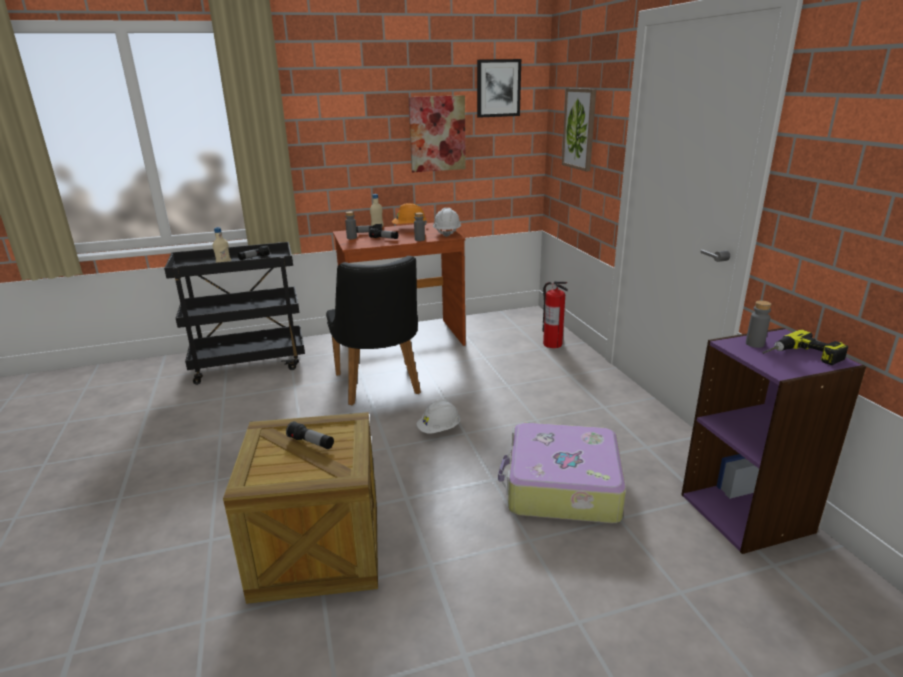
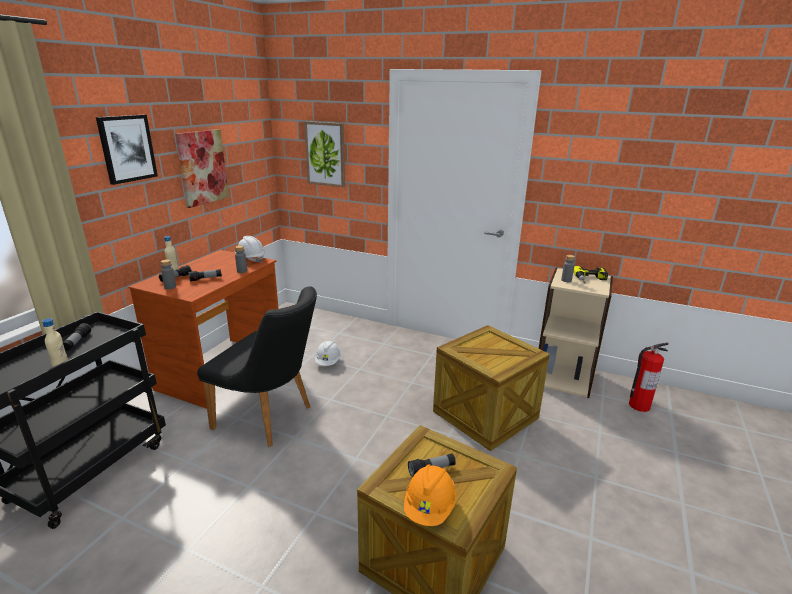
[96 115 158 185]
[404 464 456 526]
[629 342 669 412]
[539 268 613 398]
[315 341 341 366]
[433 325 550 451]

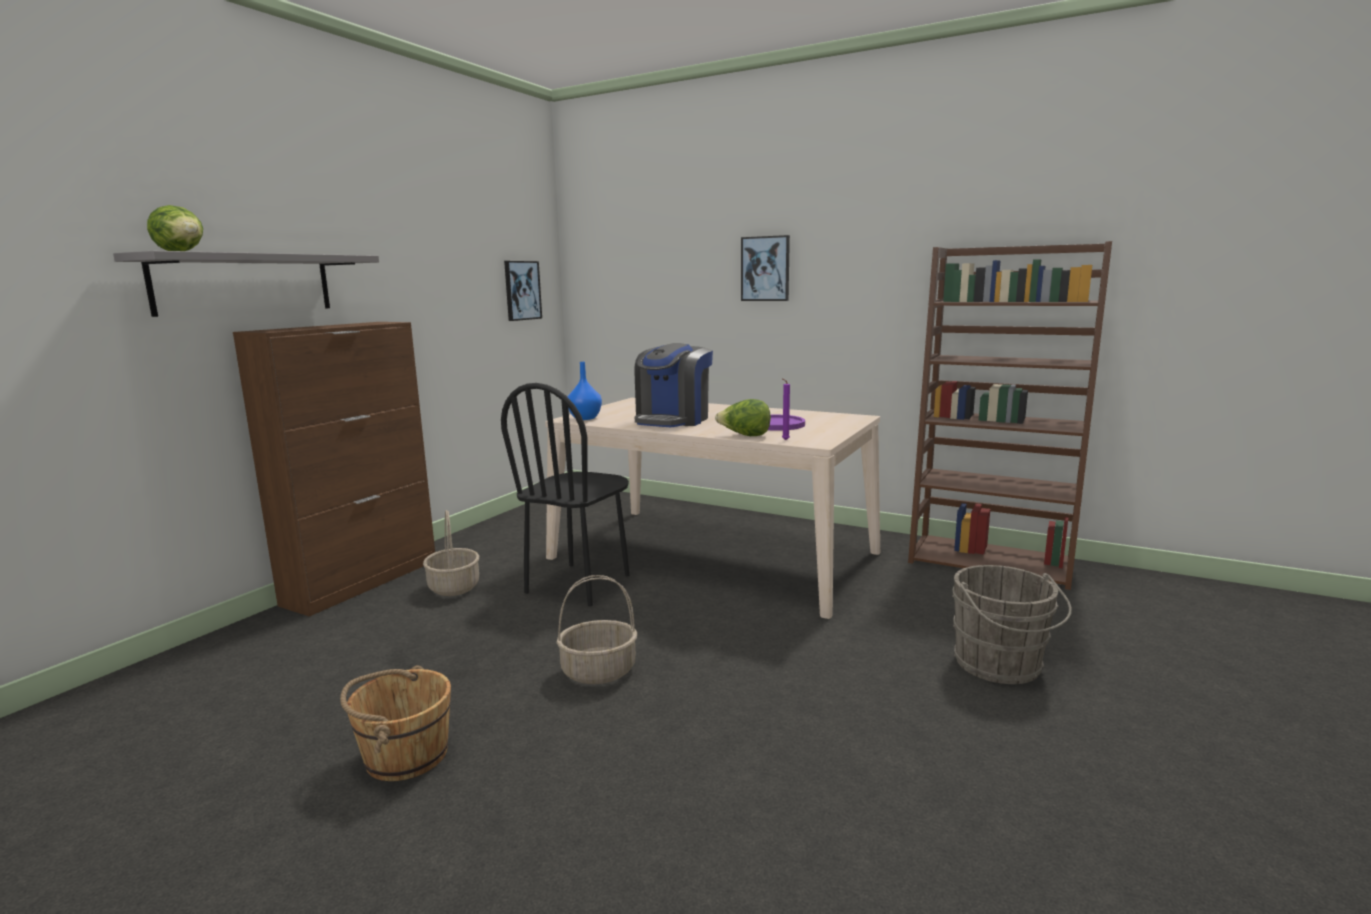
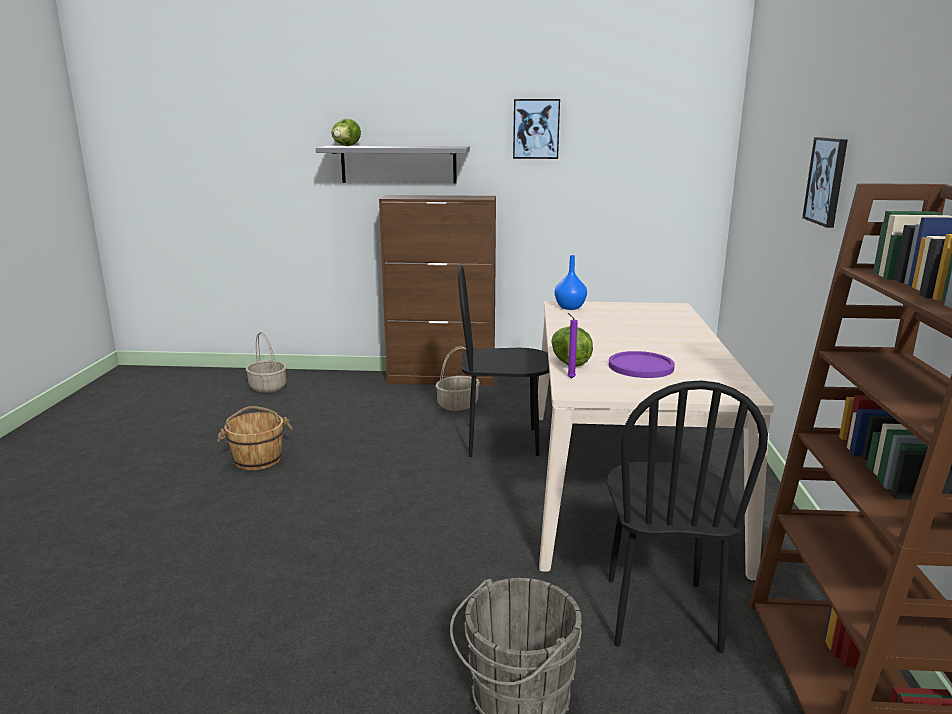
[513 99 560 159]
[634 343 713 427] (first image)
[246 332 286 393]
[607 380 768 653]

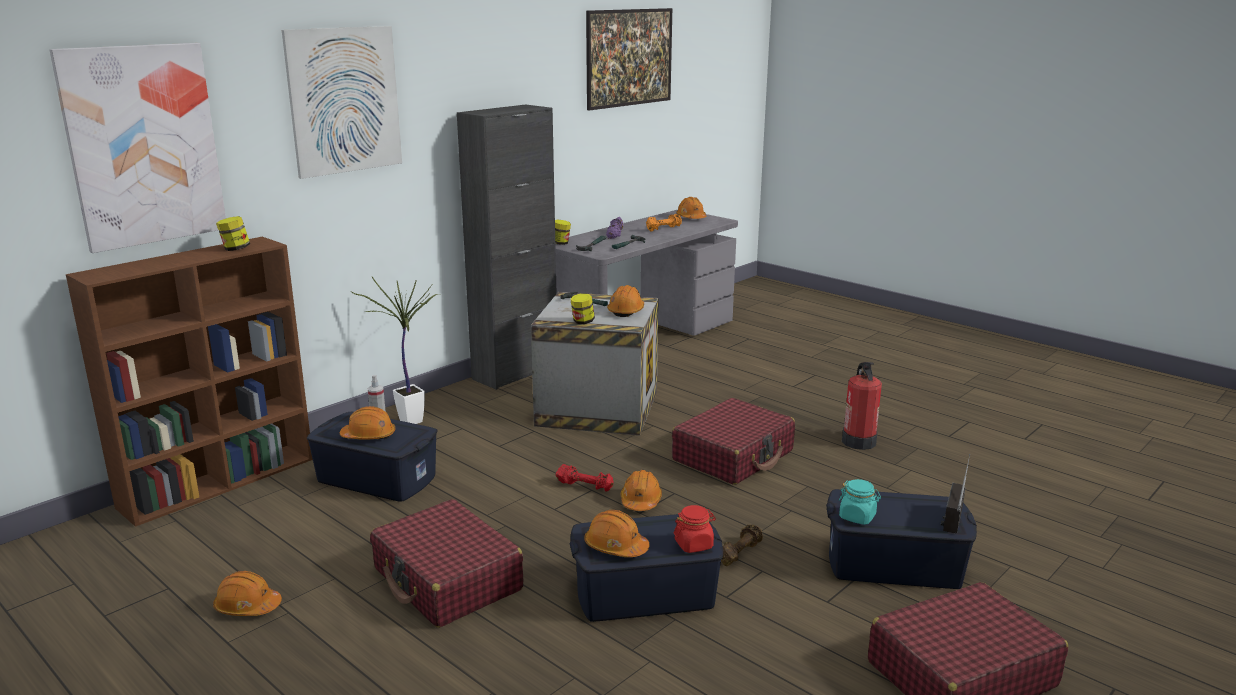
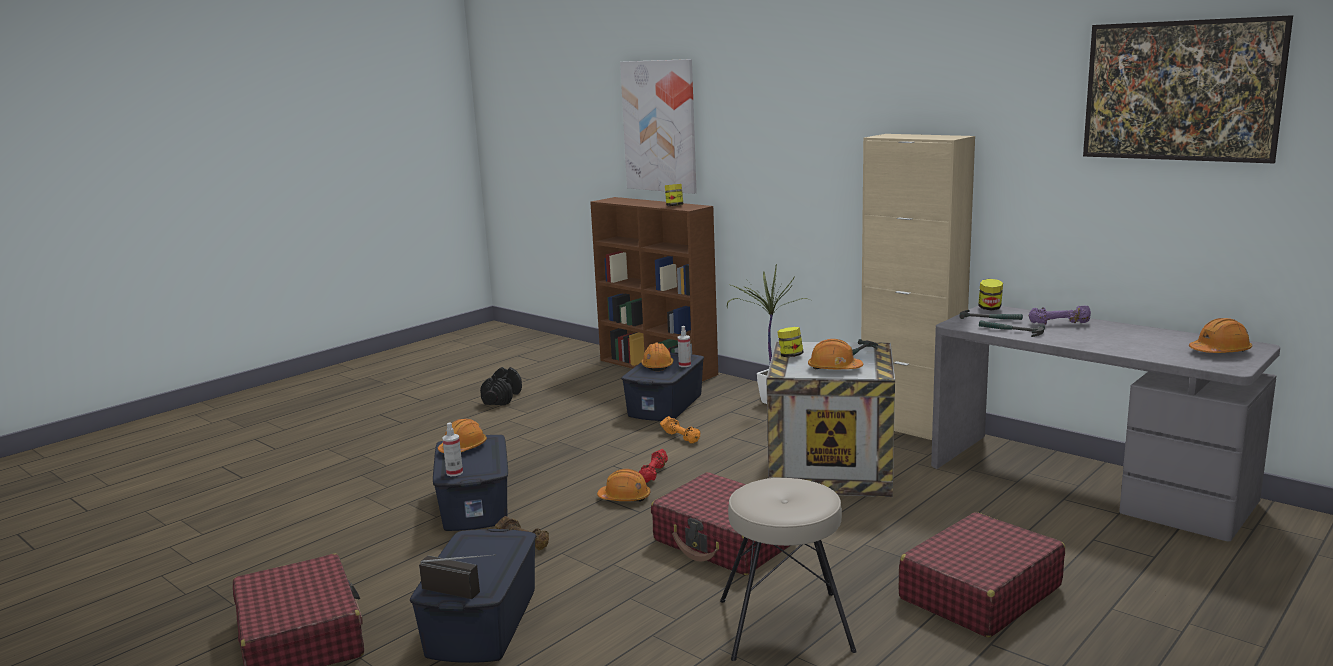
[282 26 402 179] (first image)
[861 134 975 440]
[660 416 701 444]
[720 478 857 661]
[838 479 881 525] (first image)
[899 512 1065 638]
[442 422 463 476]
[480 367 522 405]

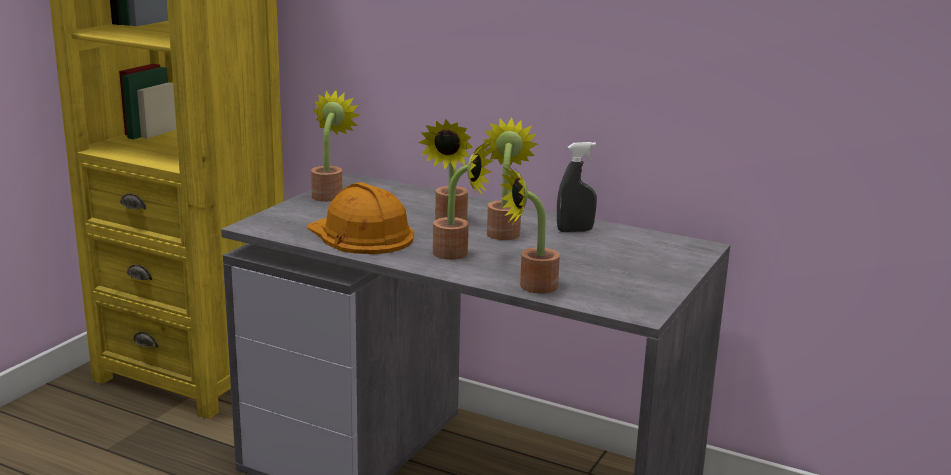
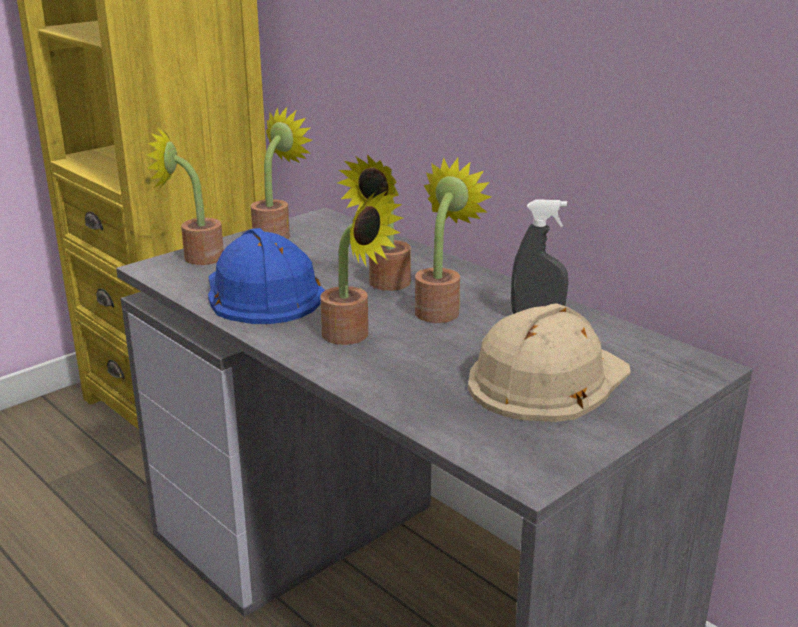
[147 127 224 265]
[208 228 325 324]
[468 303 631 422]

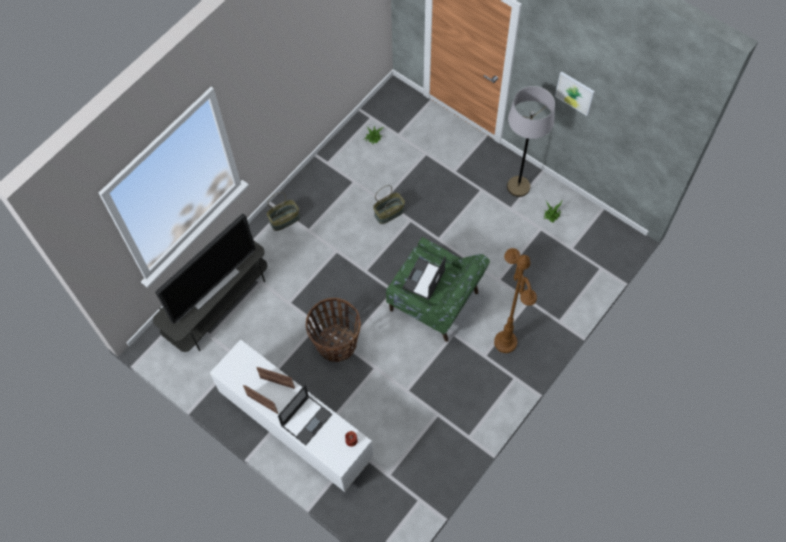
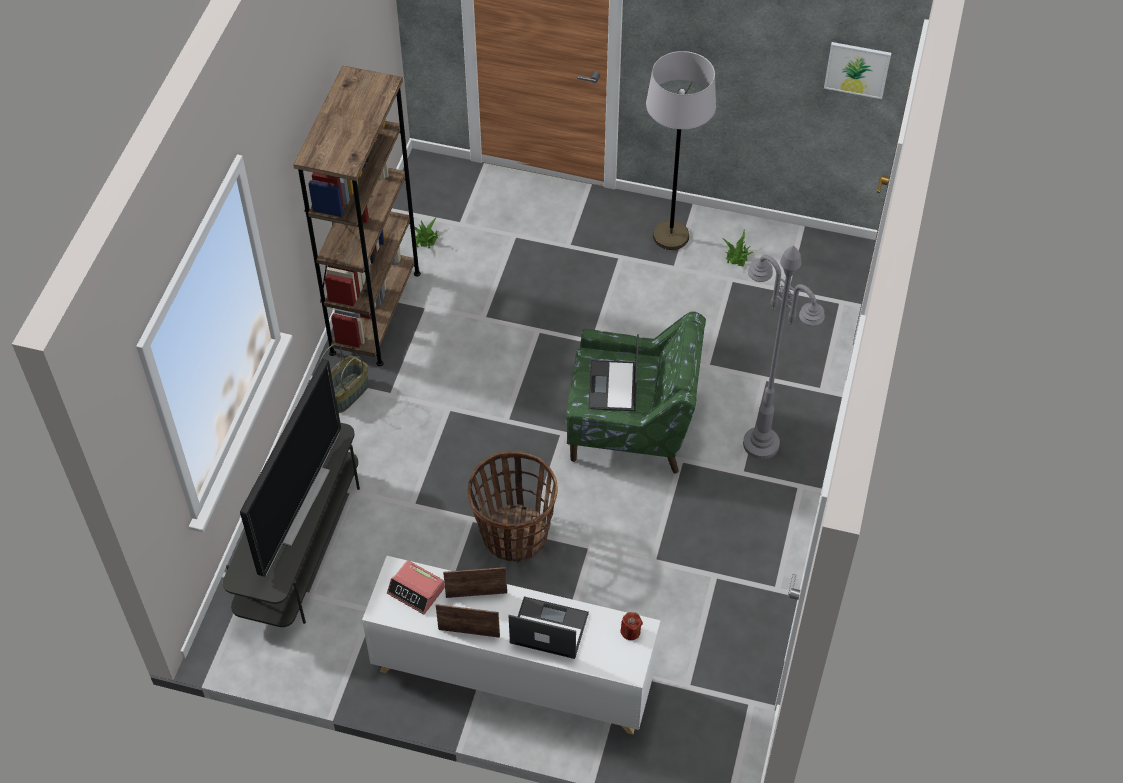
[824 42 891 99]
[373 185 405 224] (first image)
[743 246 825 459]
[509 596 589 659]
[293 66 421 366]
[387 560 445 615]

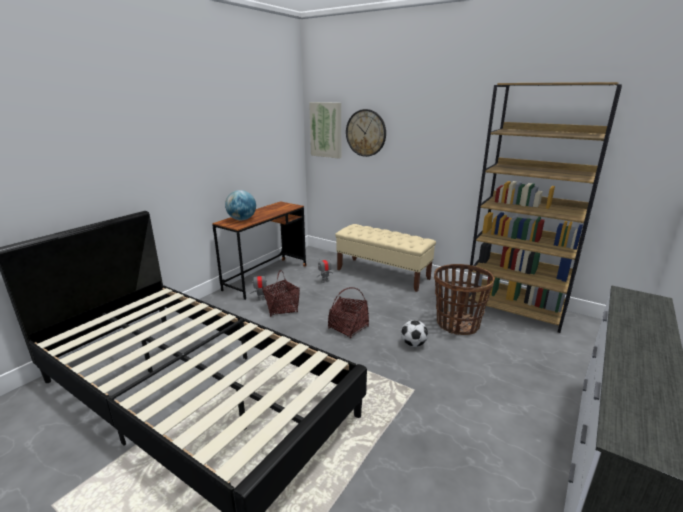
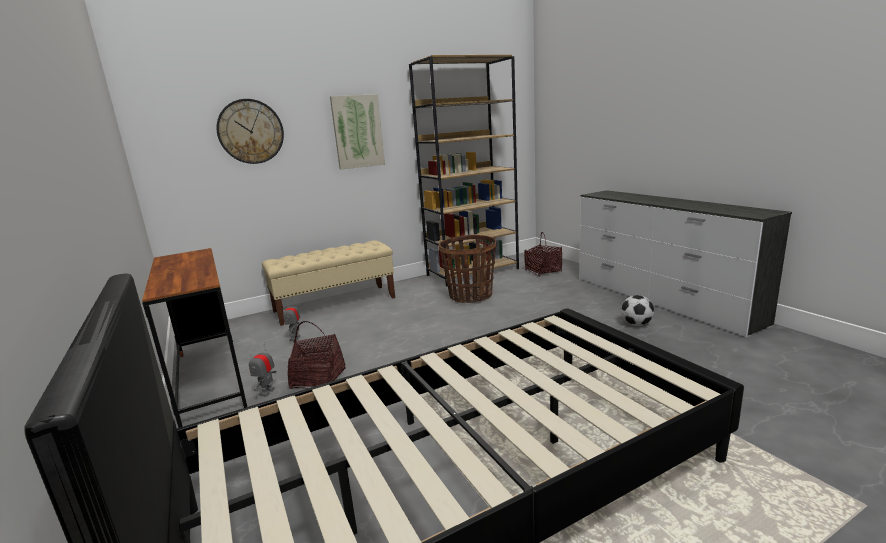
[330 94 385 169]
[225 190 256 220] (first image)
[524 232 562 276]
[621 295 654 326]

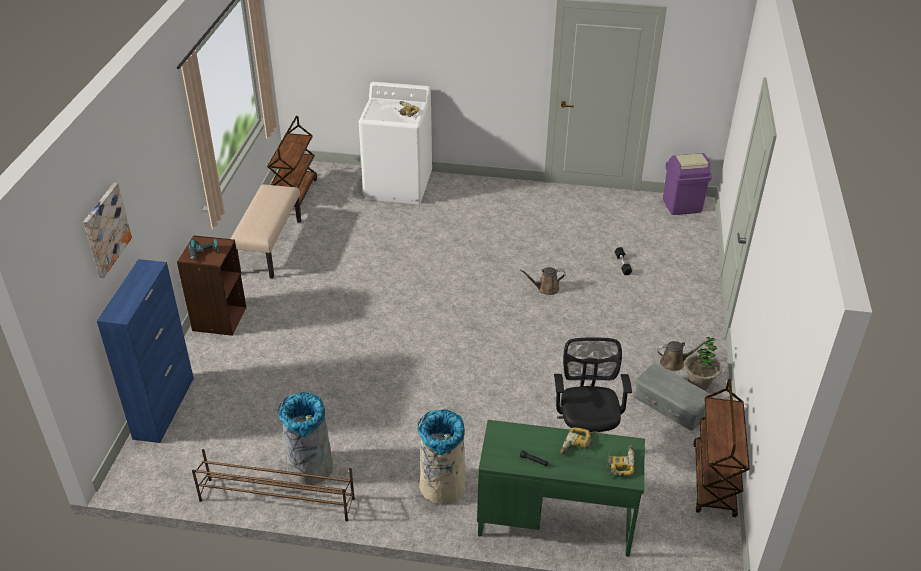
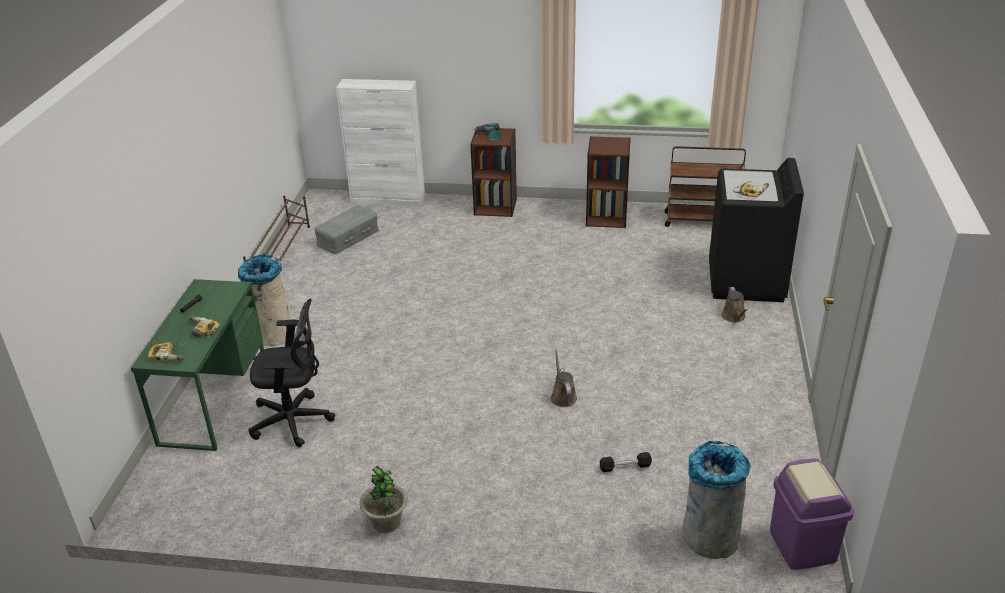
[709 158 804 302]
[83 183 132 278] (first image)
[586 136 631 228]
[336 79 425 206]
[721 287 748 322]
[314 205 379 254]
[693 378 750 517] (first image)
[682 441 751 559]

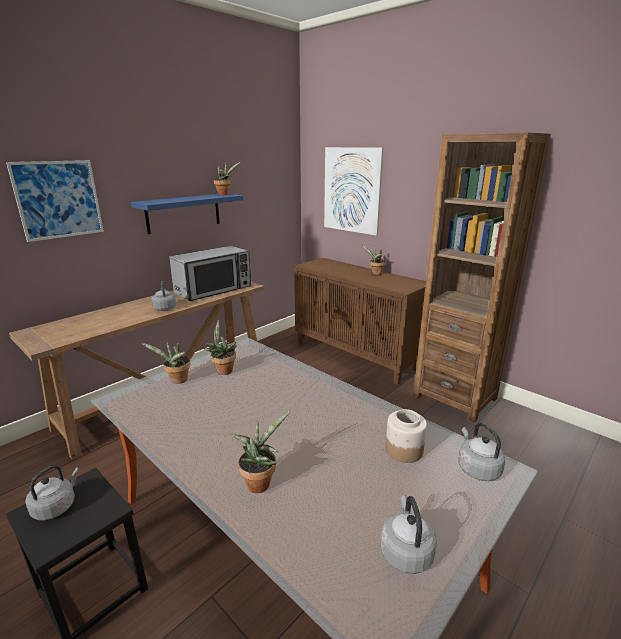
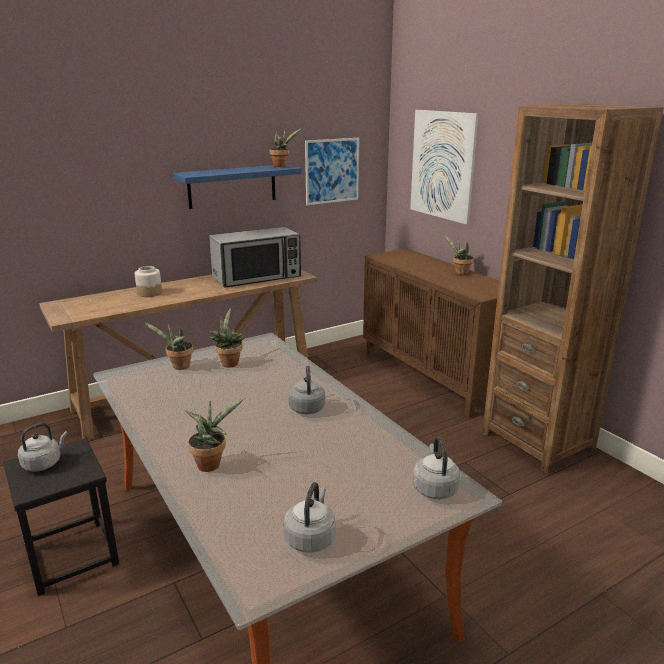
[305 138 359 205]
[288 365 325 414]
[135 266 162 297]

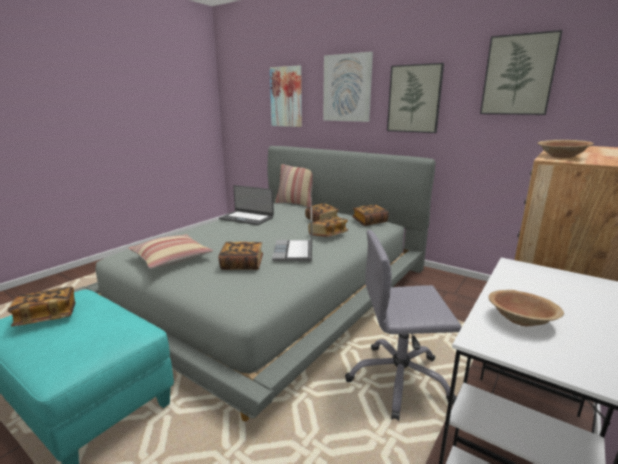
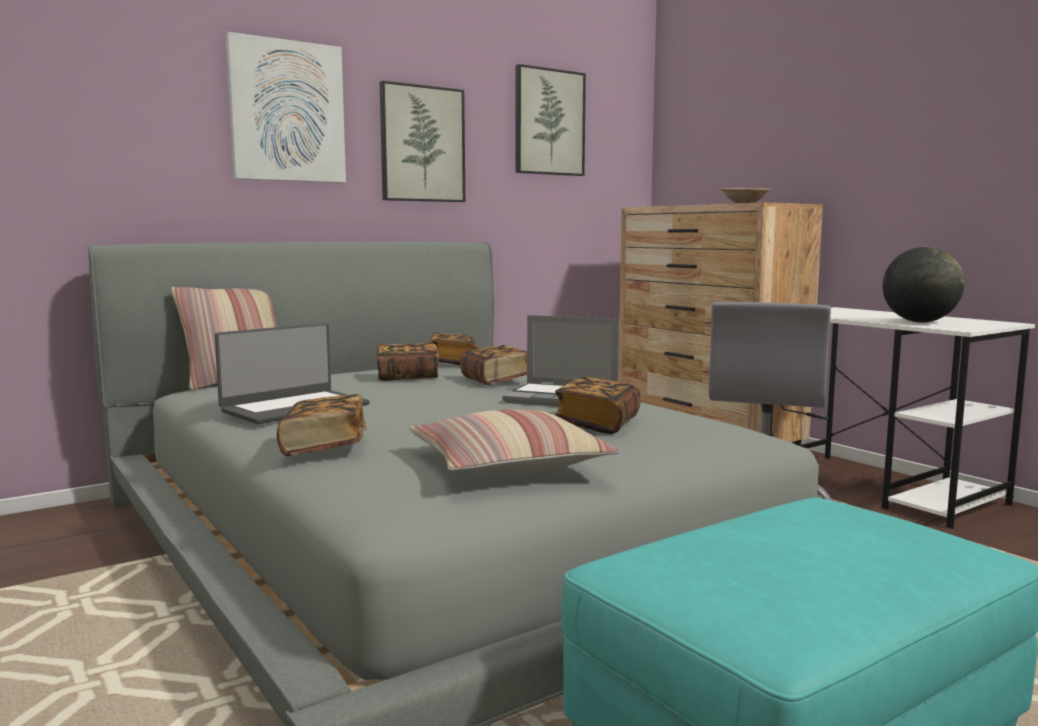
[270 65 302 127] (first image)
[277 394 367 456]
[883 247 964 323]

